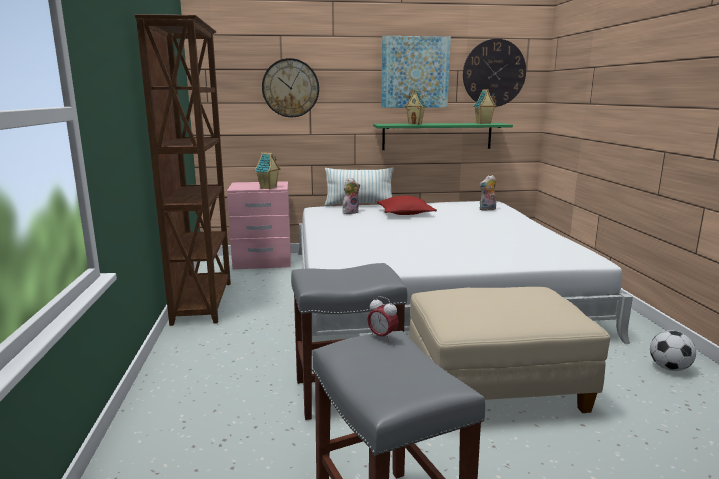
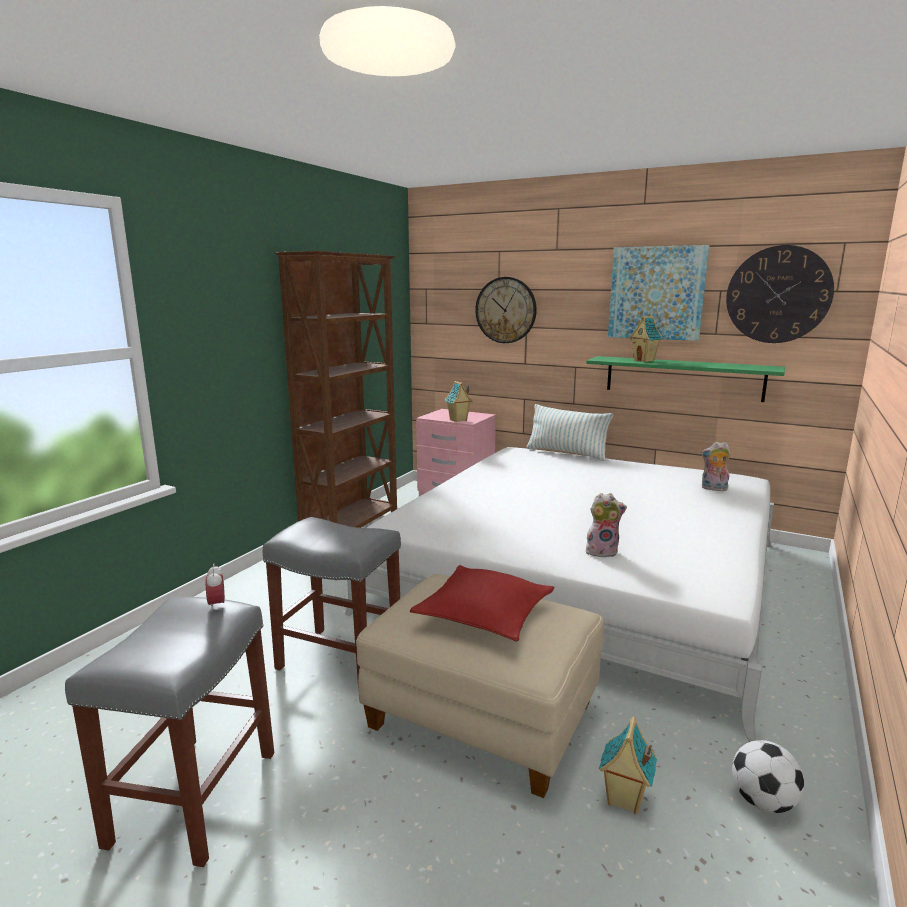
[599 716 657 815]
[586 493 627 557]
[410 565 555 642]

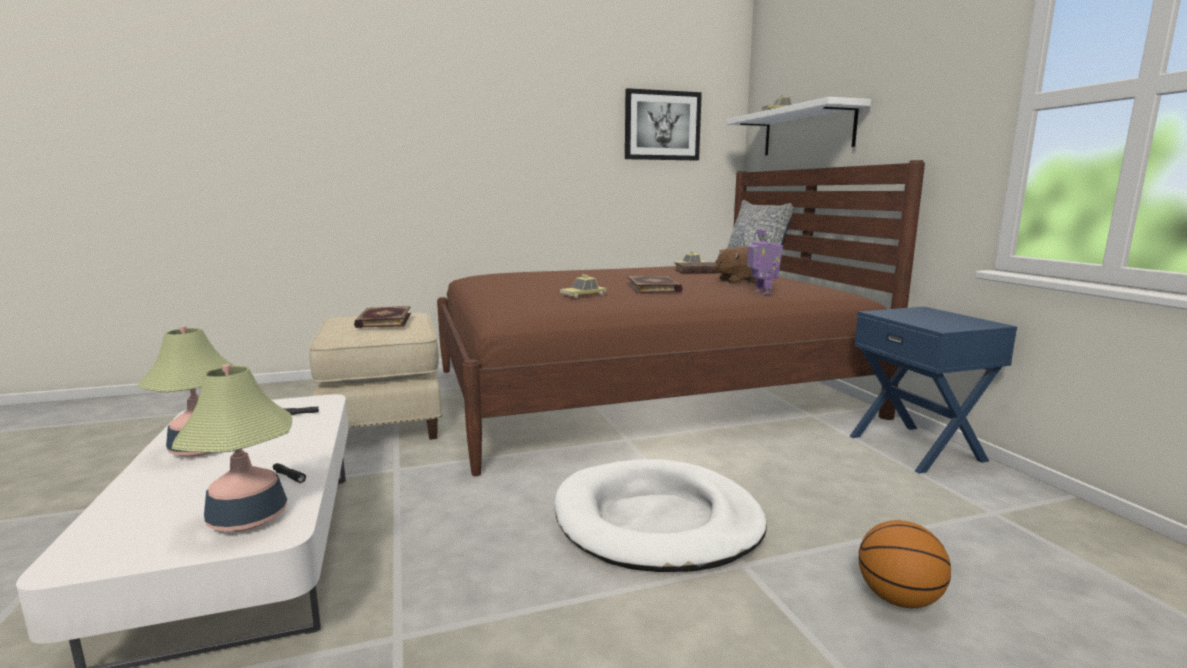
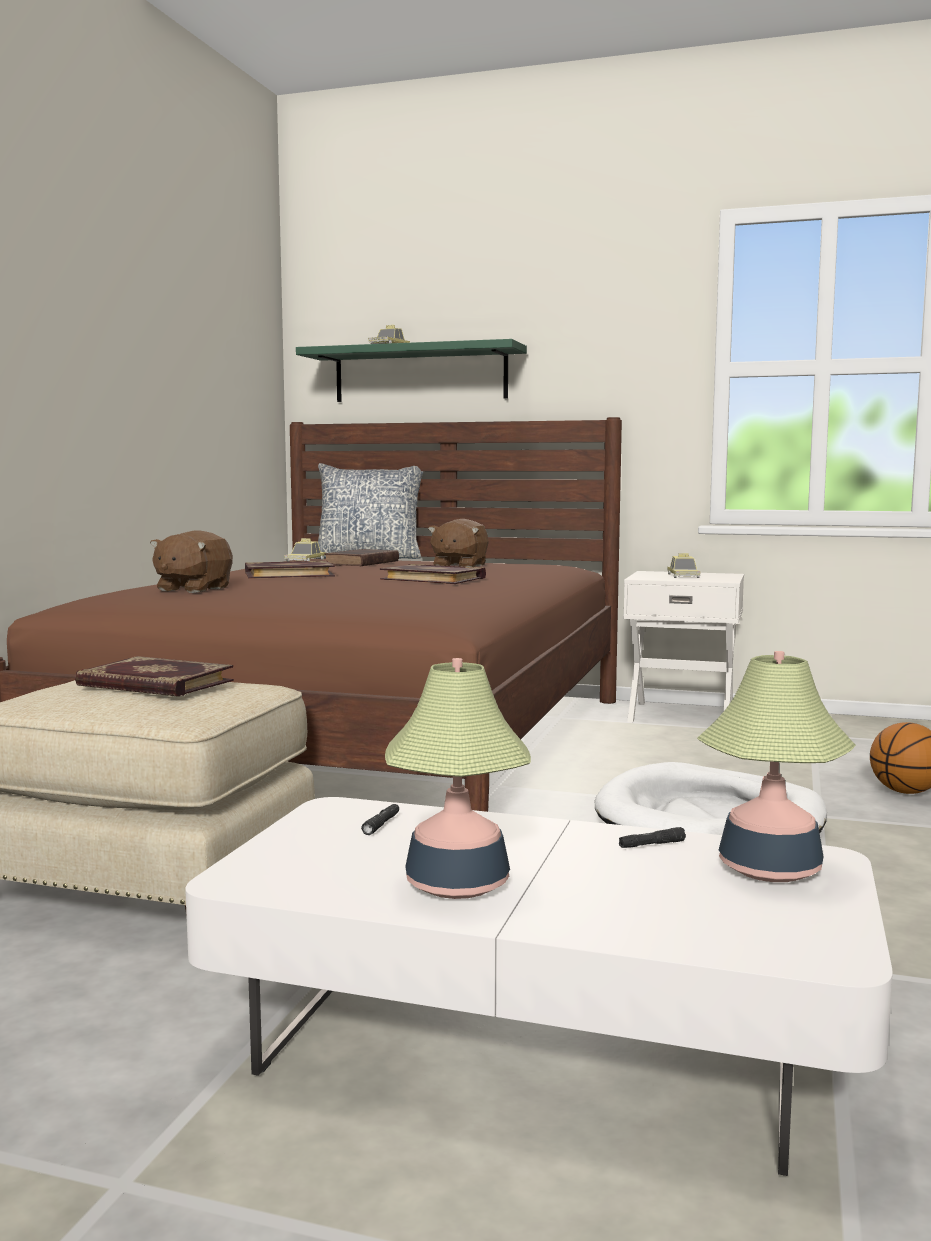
[625 88 702 160] (first image)
[296 339 527 402]
[747 229 783 295] (first image)
[667 553 701 578]
[623 571 744 723]
[150 530 233 593]
[245 561 335 579]

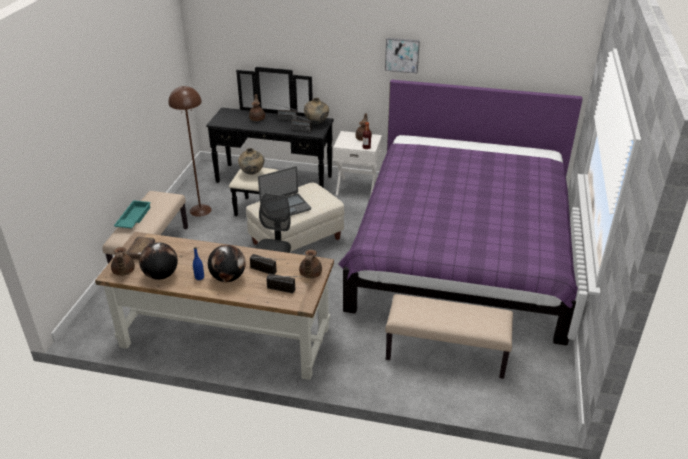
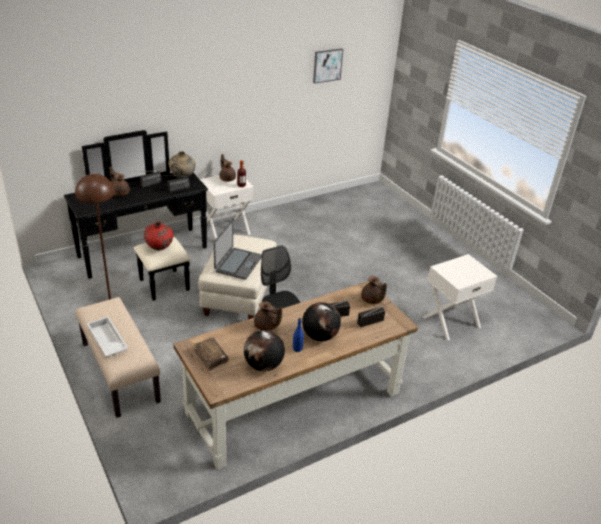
[313 48 343 83]
[338 79 583 345] (first image)
[144 222 173 250]
[87 316 128 357]
[254 302 282 330]
[422 254 497 340]

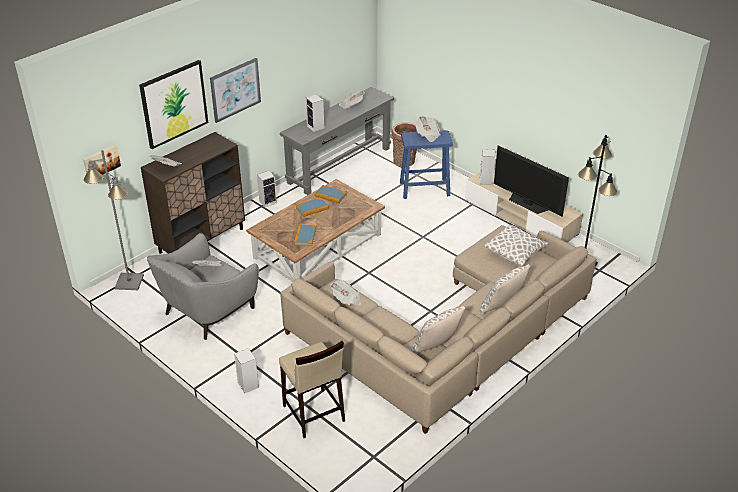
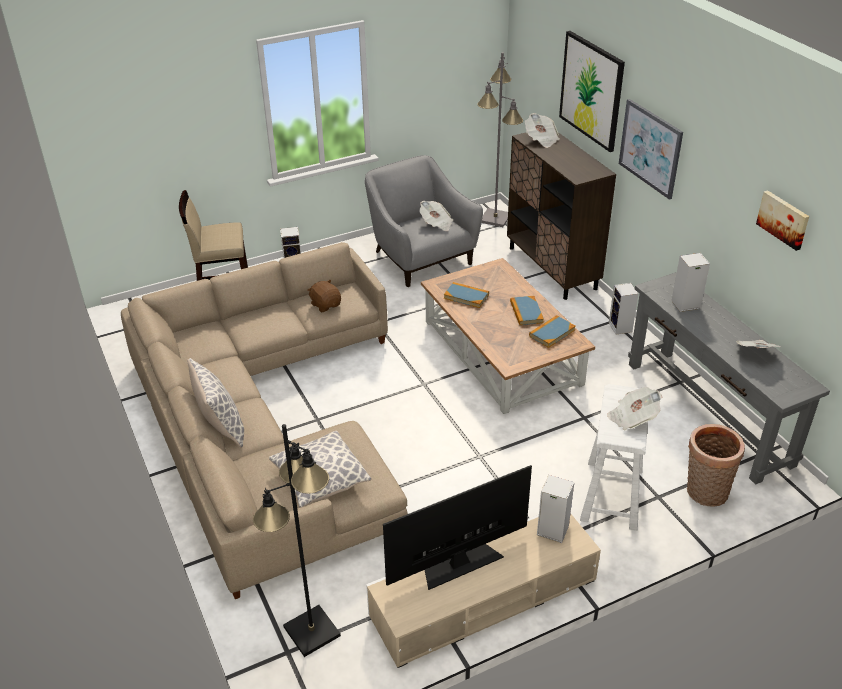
[580 384 648 531]
[756 190 809 251]
[307 279 341 313]
[411 306 466 353] (first image)

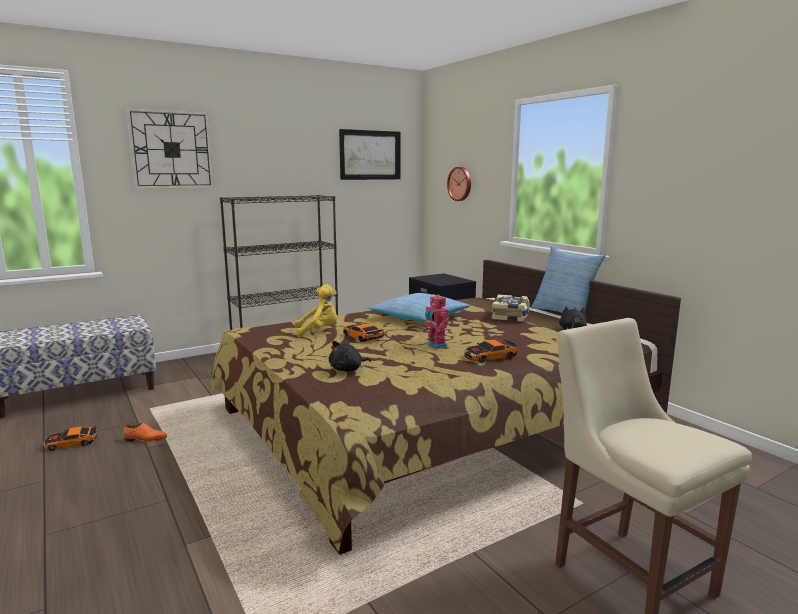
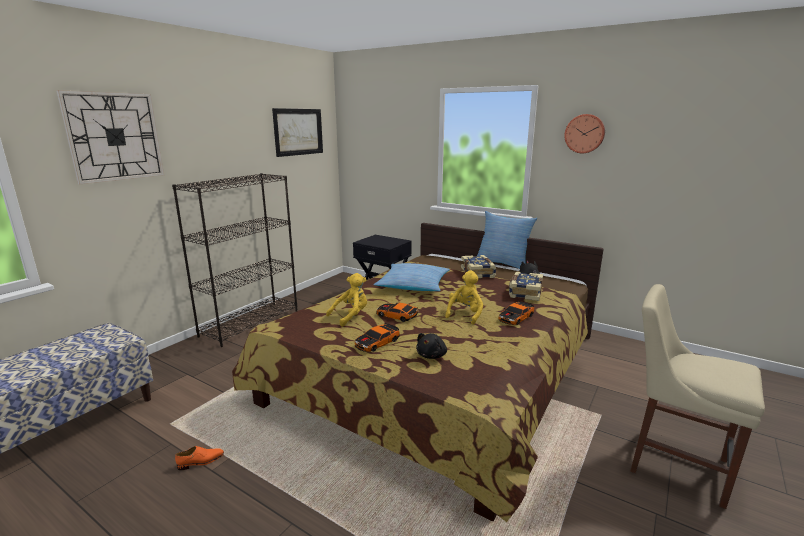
[564 114 605 153]
[445 270 483 324]
[355 323 400 352]
[509 271 543 301]

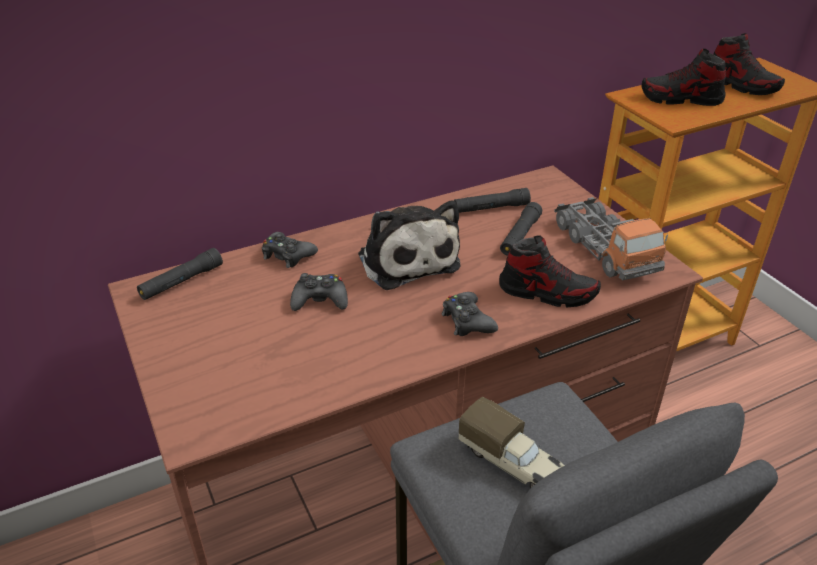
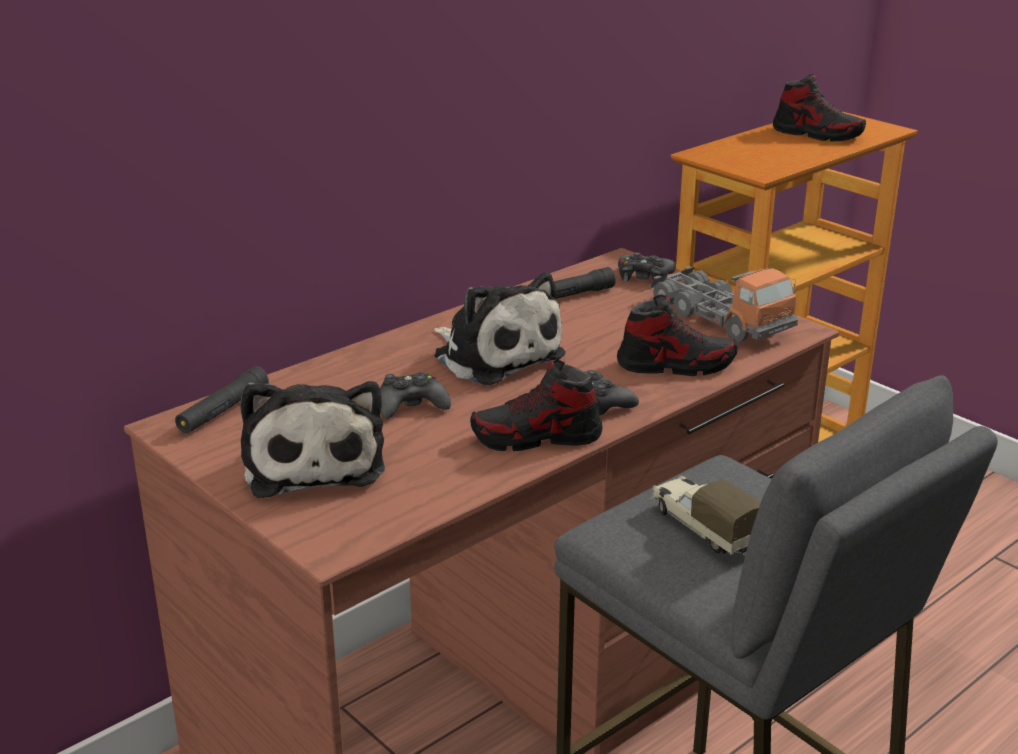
[470 360 603 451]
[500 202 542 256] (first image)
[618 252 676 282]
[651 475 761 555]
[240 381 385 498]

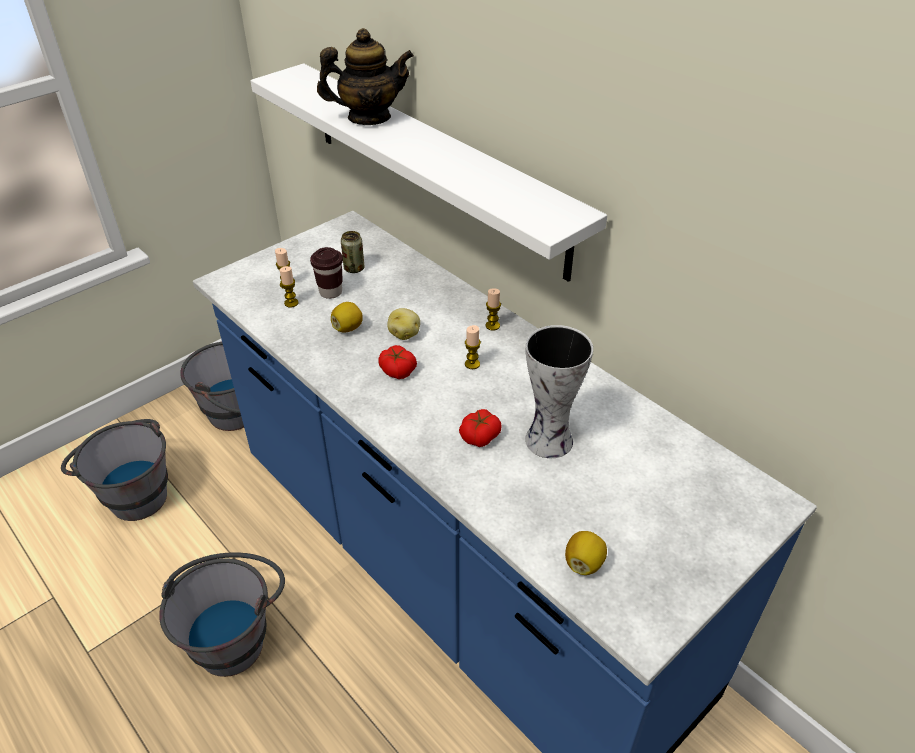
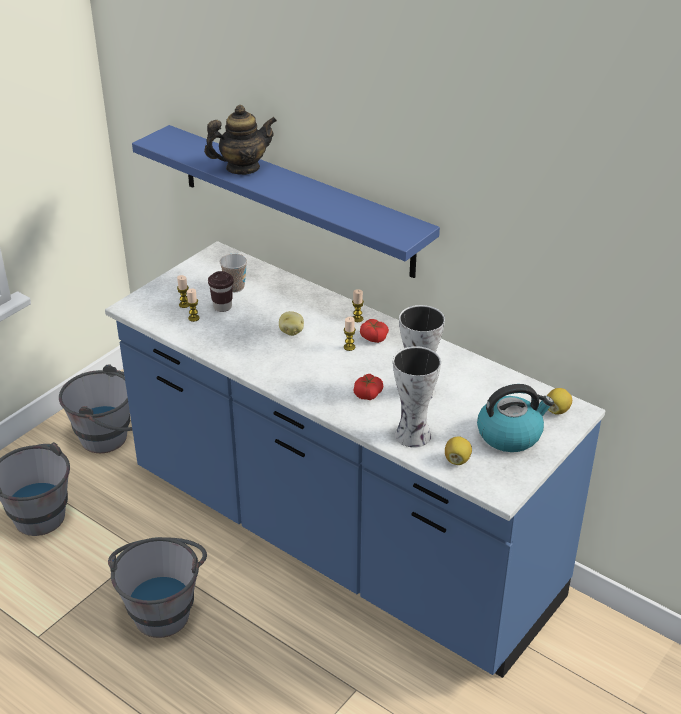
[132 125 440 278]
[220 254 247 292]
[547 388 572 415]
[360 319 389 343]
[393 346 441 448]
[477 384 554 452]

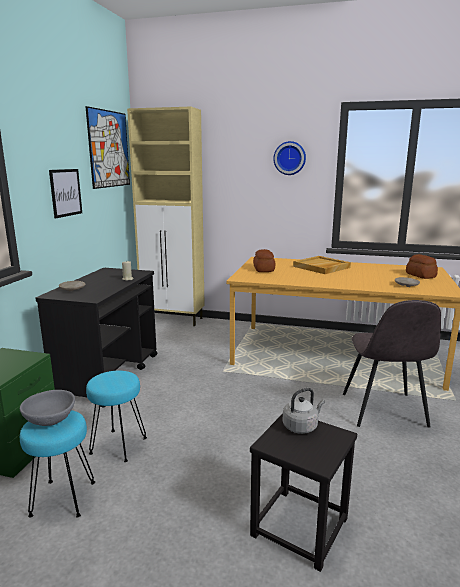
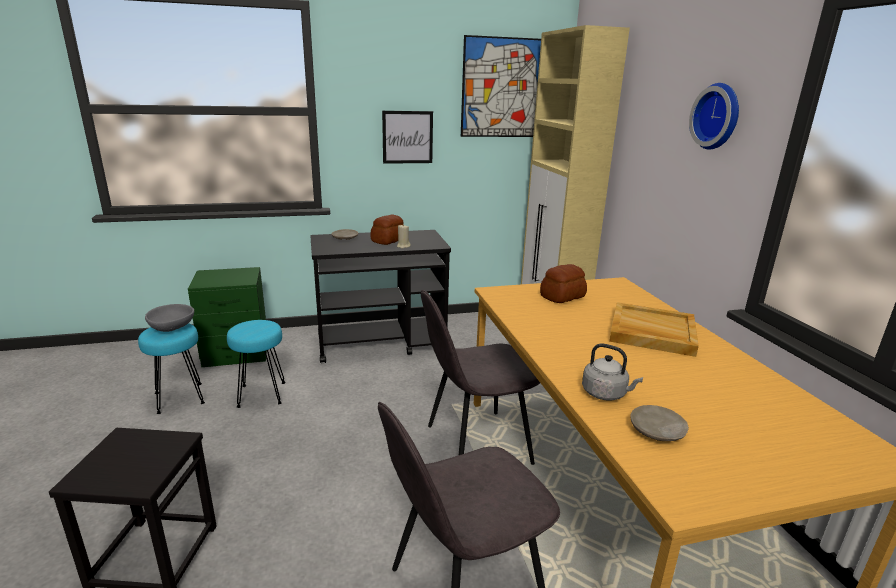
[370 215 404 245]
[582 344 643 401]
[421 290 540 465]

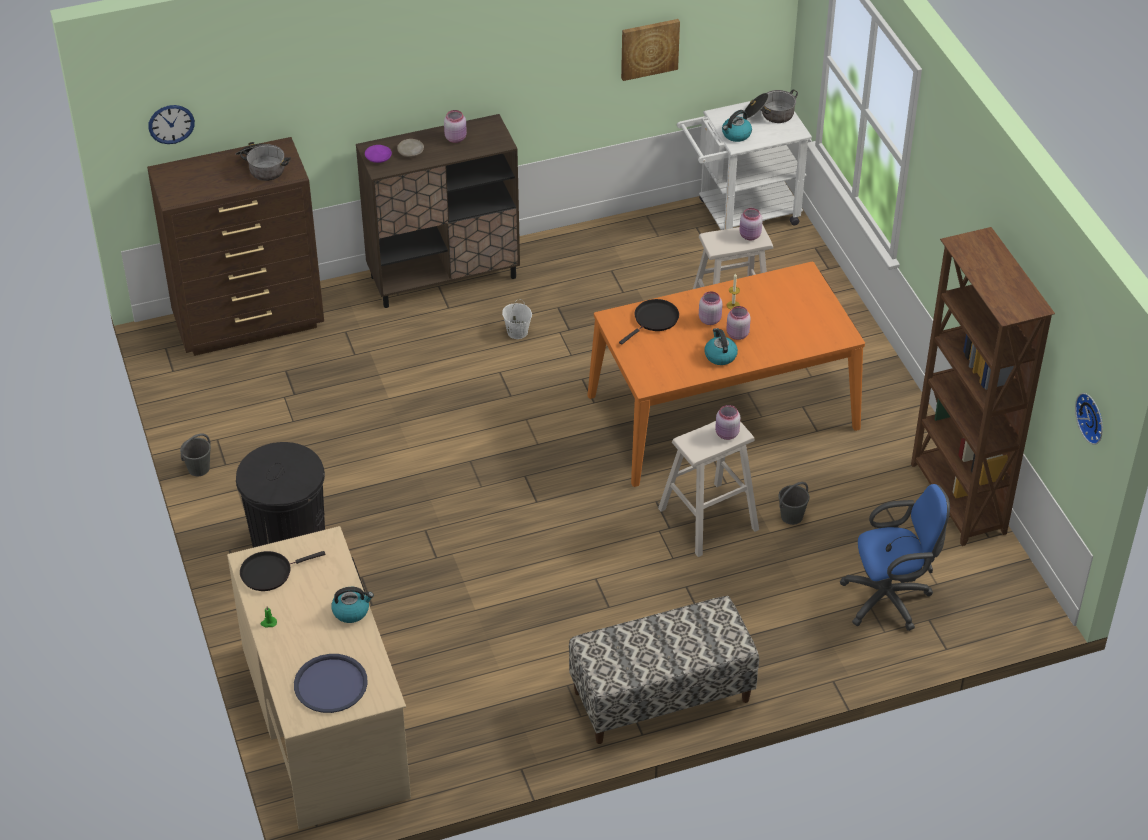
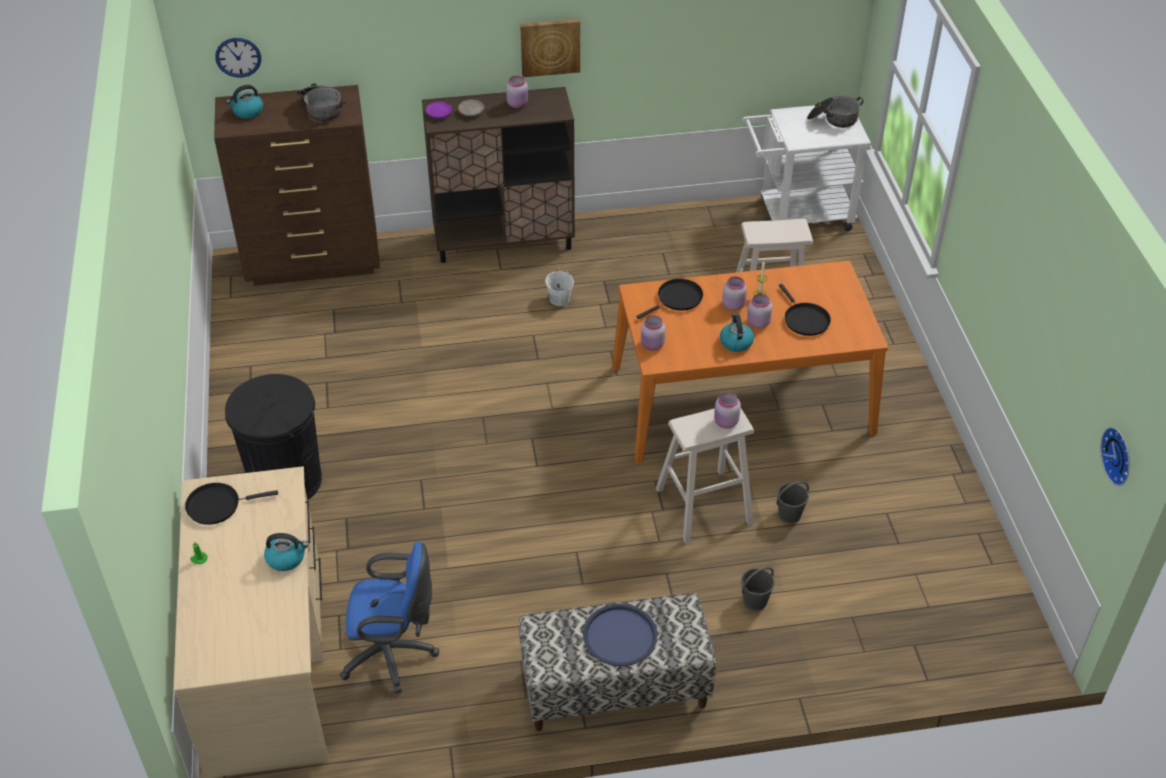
[520 19 580 77]
[226 85 263 119]
[641 315 666 351]
[911 227 1055 546] (first image)
[741 567 775 611]
[340 542 439 694]
[583 604 658 666]
[779 284 831 336]

